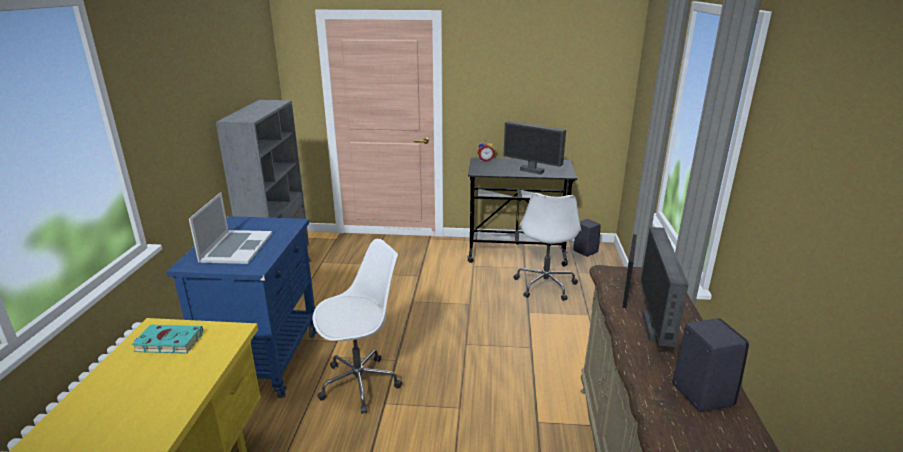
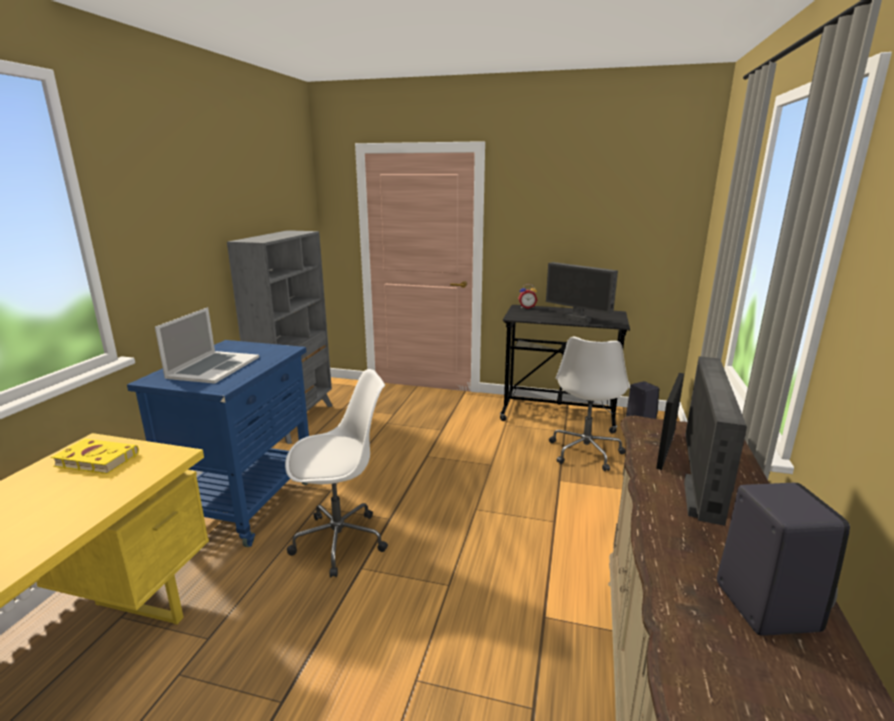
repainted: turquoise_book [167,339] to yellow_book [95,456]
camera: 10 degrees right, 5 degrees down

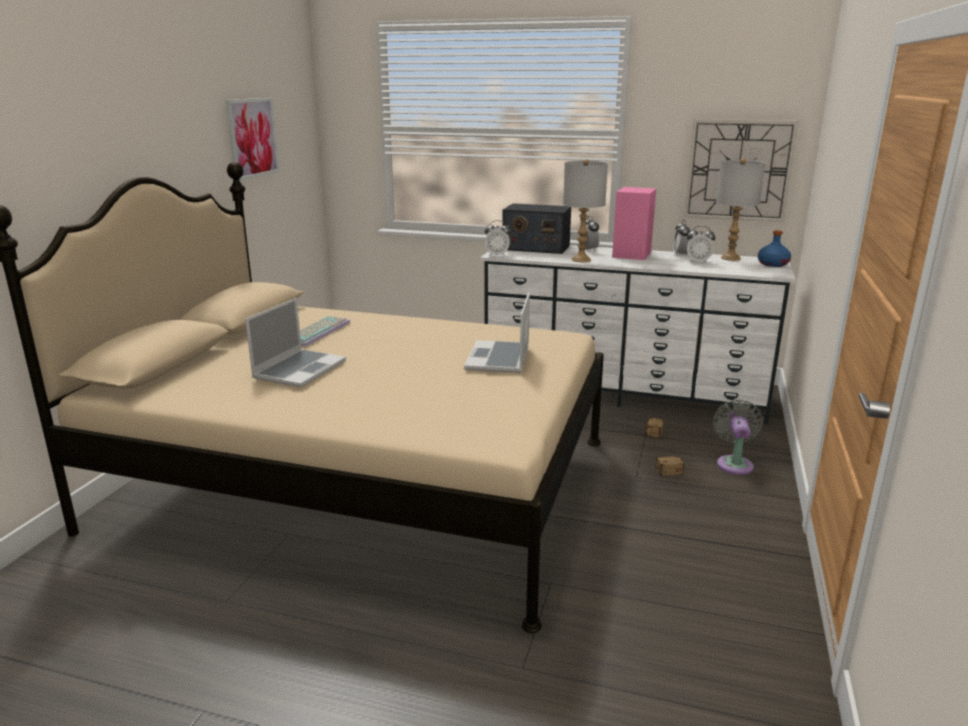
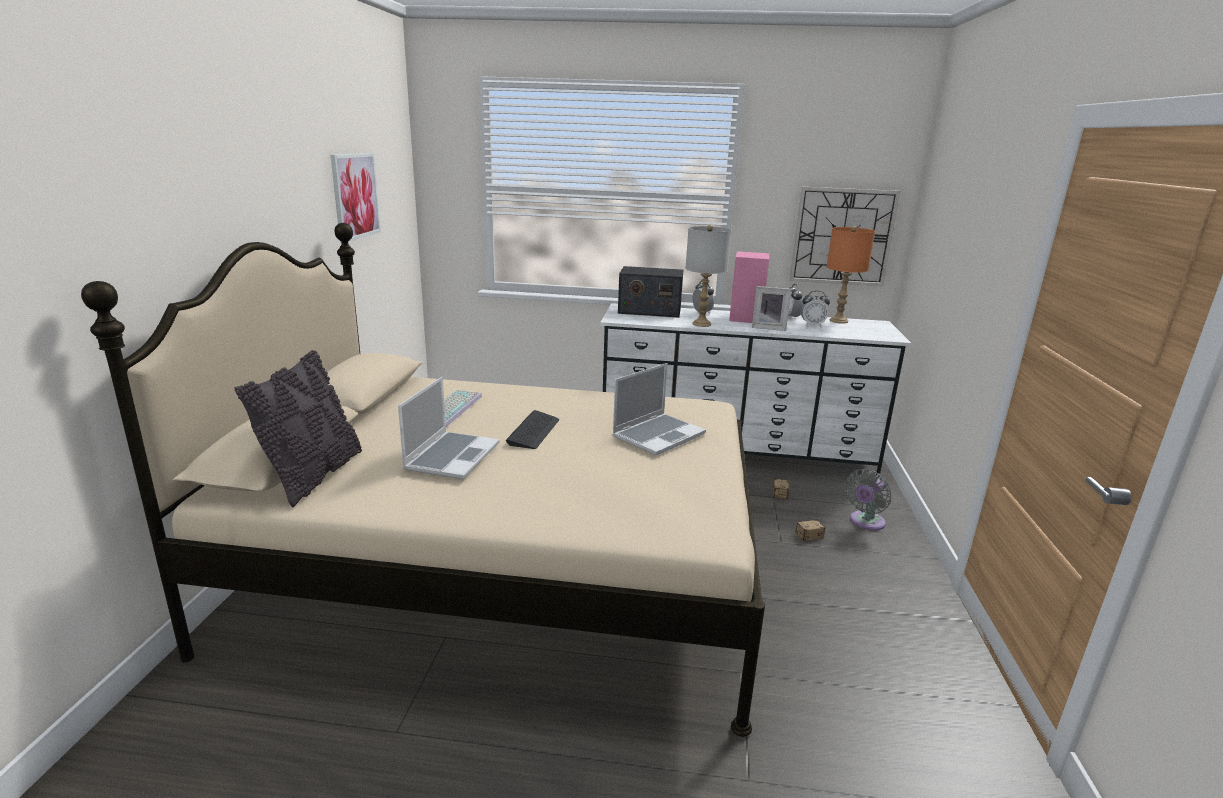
gone: alarm_clock [497,238]; blue_bottle [774,248]
new: black_pillow [298,429]; keyboard [532,429]; picture_frame [771,308]
repainted: grey_table_lamp [740,209] to orange_table_lamp [851,275]
rotated: laptop [497,332] = [659,409] 135 degrees counterclockwise; grey_fan [738,437] = [868,500] 135 degrees counterclockwise
camera: 10 degrees left, 0 degrees up

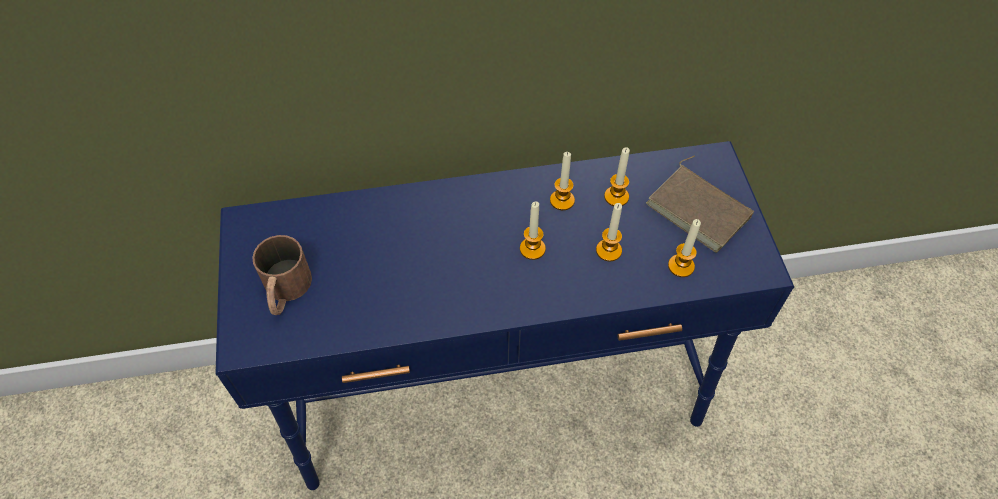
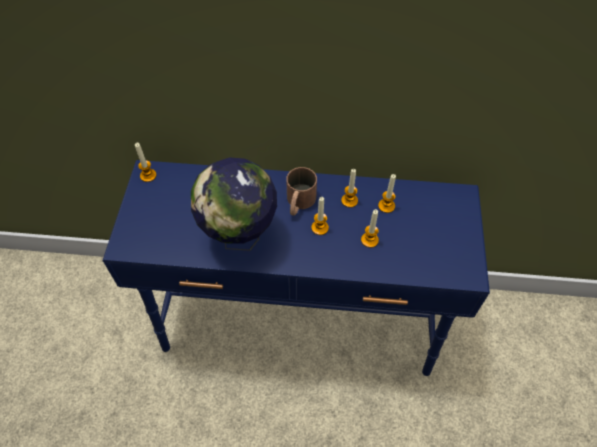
gone: brown_book [700,204]
new: globe [234,204]
shifted: brown_mug [282,275] to [301,191]; candle [684,248] to [146,162]
camera: 15 degrees right, 0 degrees up

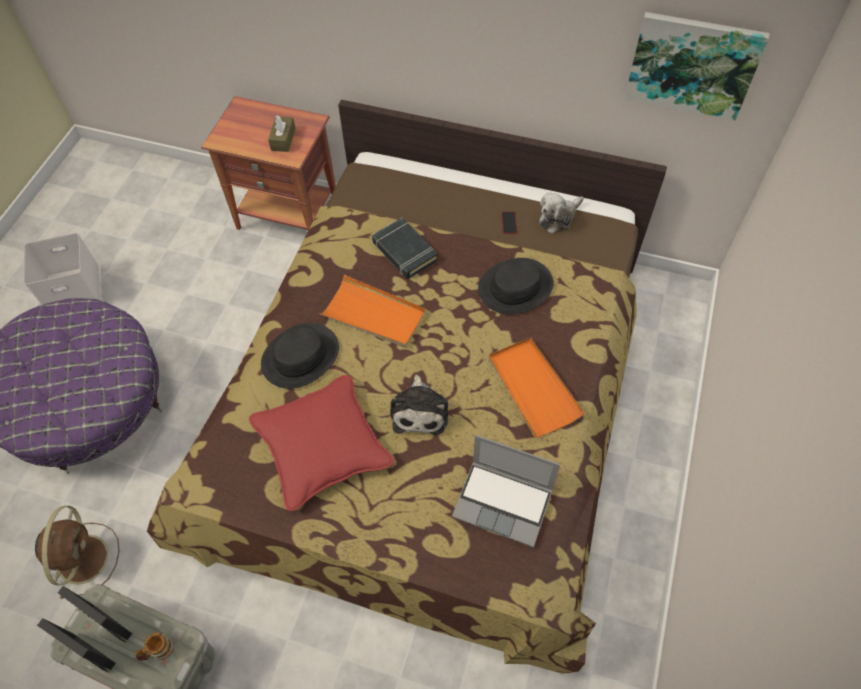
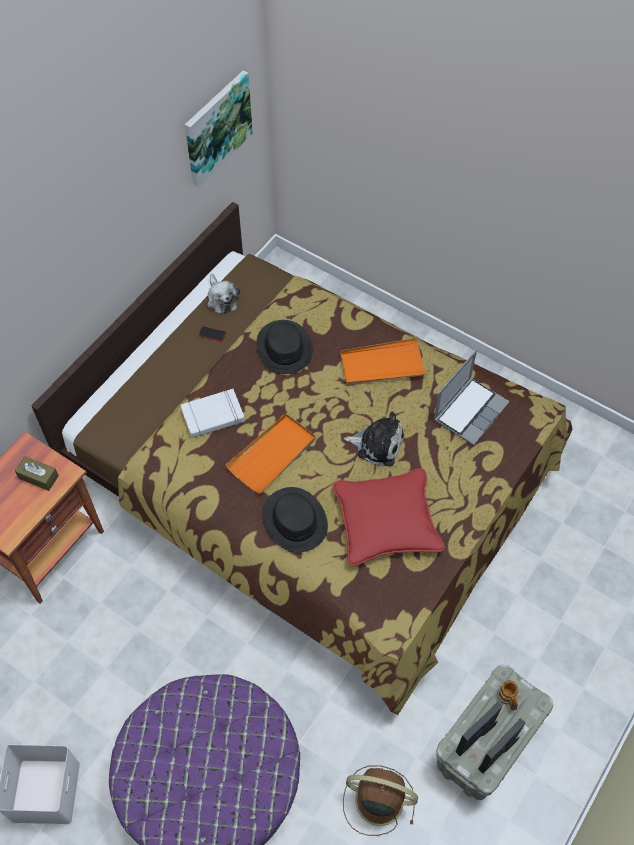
repainted: black_book [405,248] to white_book [213,413]
camera: 75 degrees left, 0 degrees up

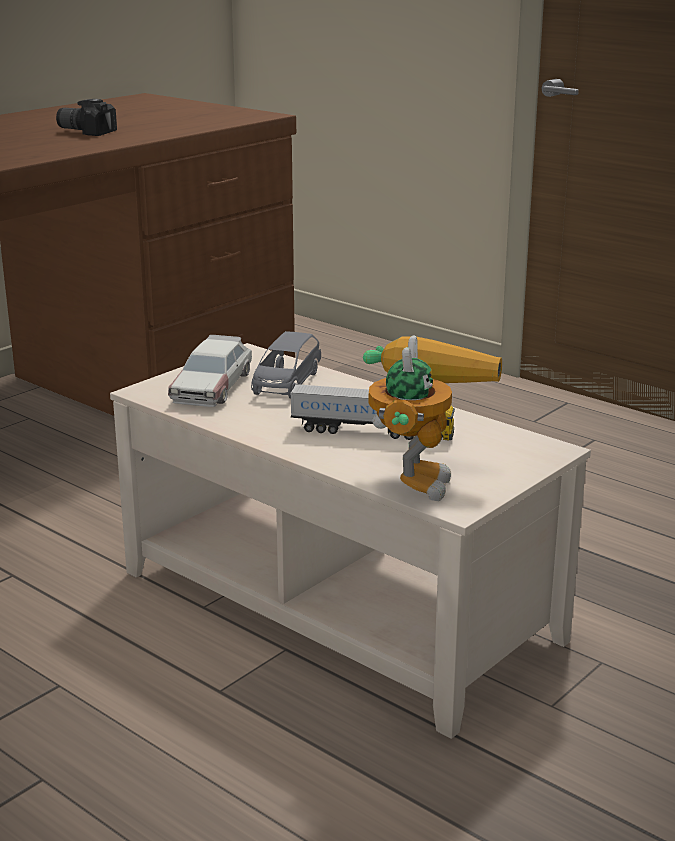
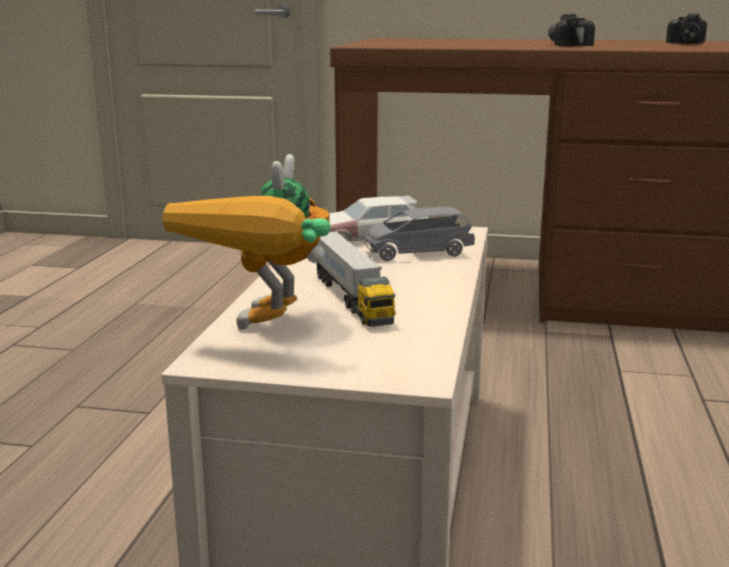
new: photo_camera [686,28]
rotated: toy_robot [432,418] = [246,242] 120 degrees clockwise
camera: 60 degrees right, 5 degrees down

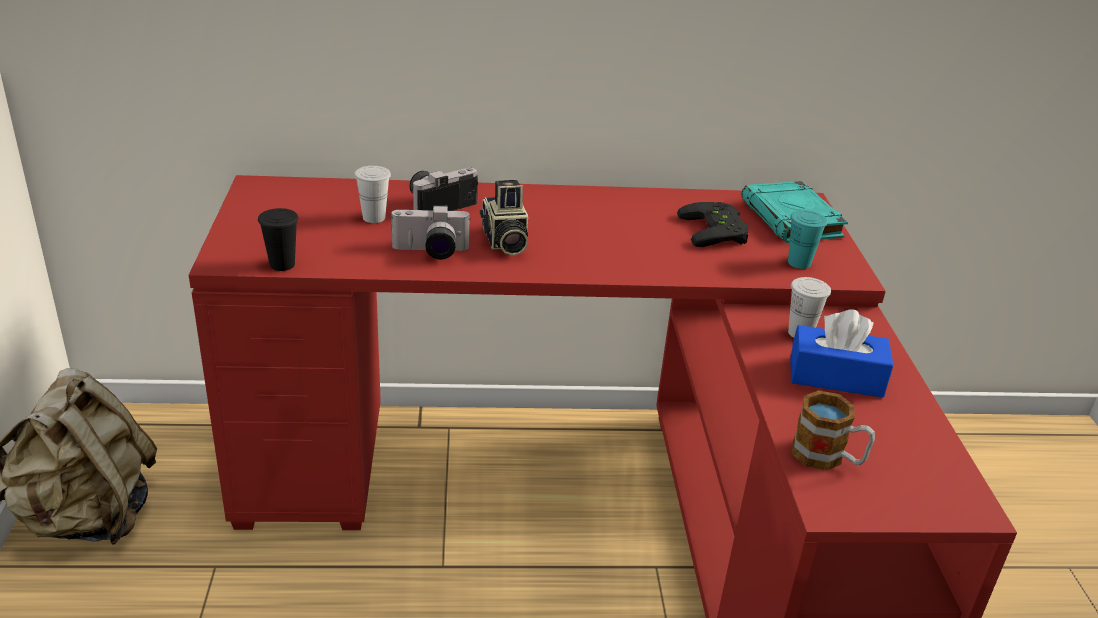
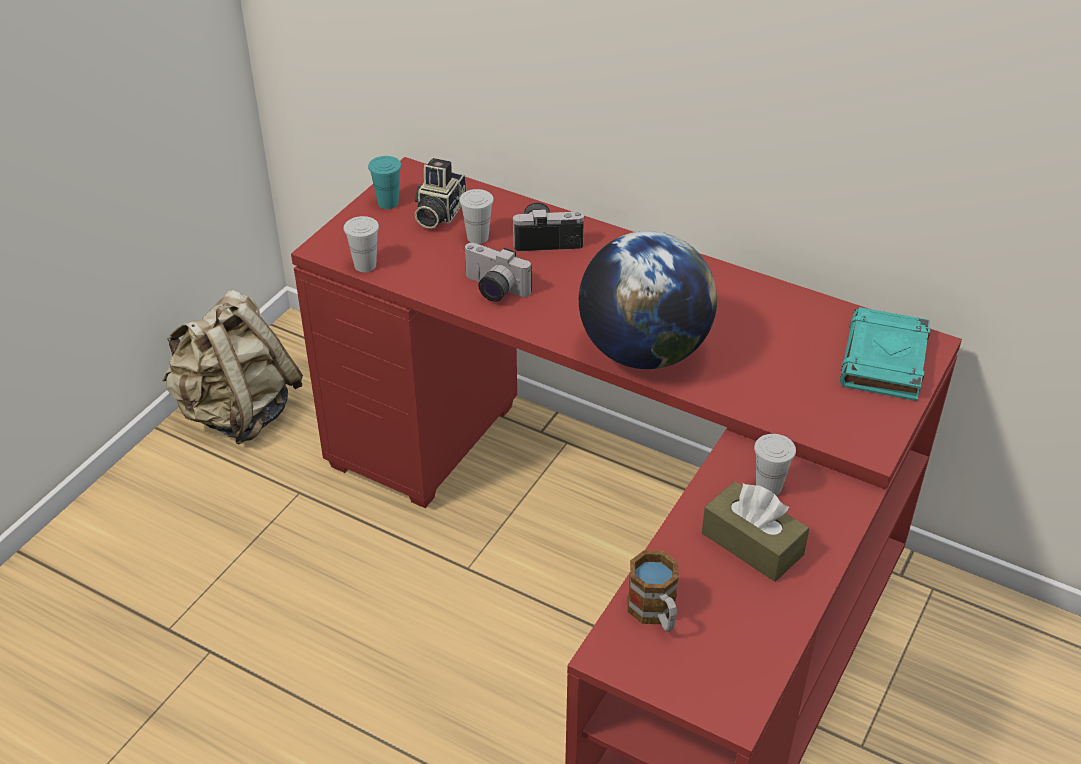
gone: black_game_controller [712,224]
new: globe [648,300]
shifted: photo_camera [504,218] to [440,193]; turquoise_cup [808,239] to [385,182]
repainted: black_cup [278,239] to white_cup [361,244]; blue_tissue_box [841,354] to brown_tissue_box [755,531]
camera: 35 degrees right, 10 degrees up

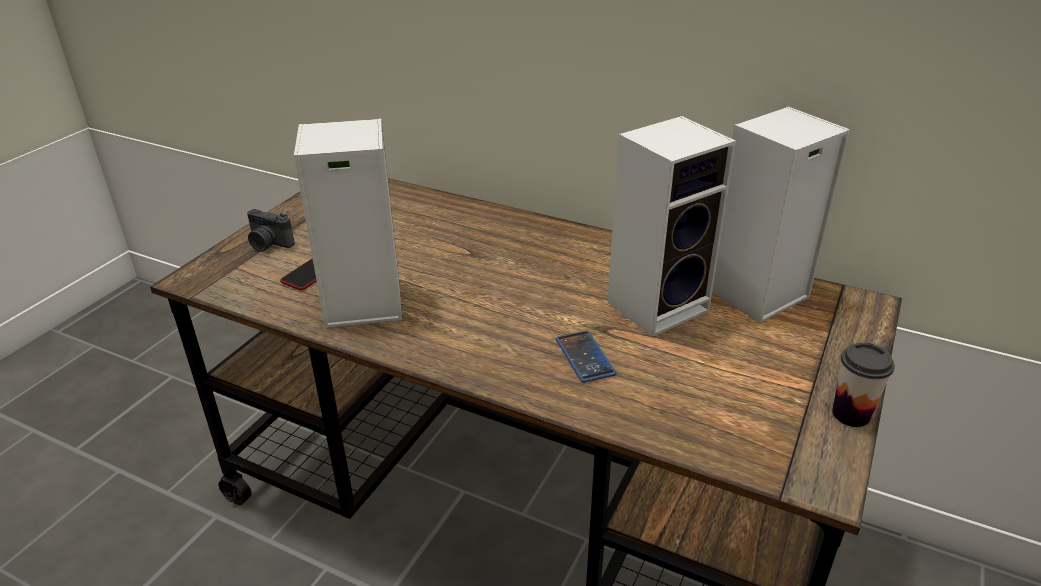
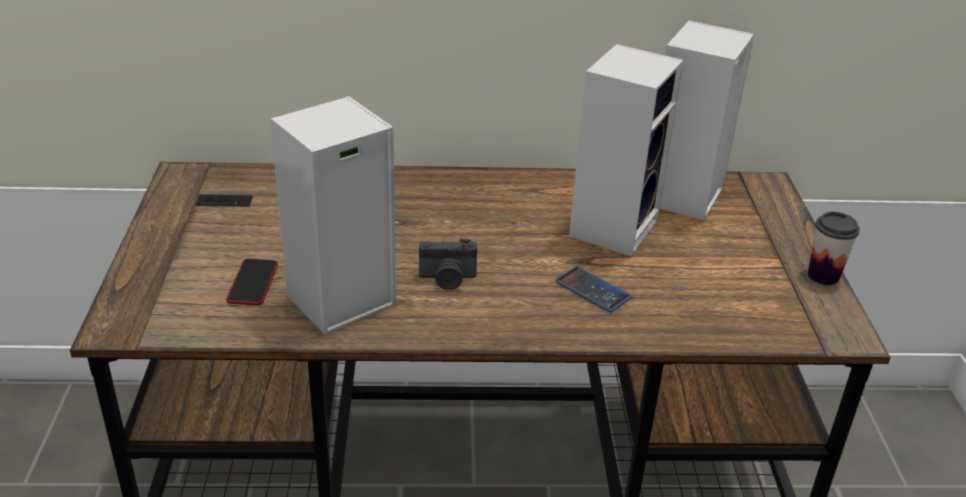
shifted: photo_camera [271,230] to [448,264]
camera: 30 degrees left, 0 degrees up

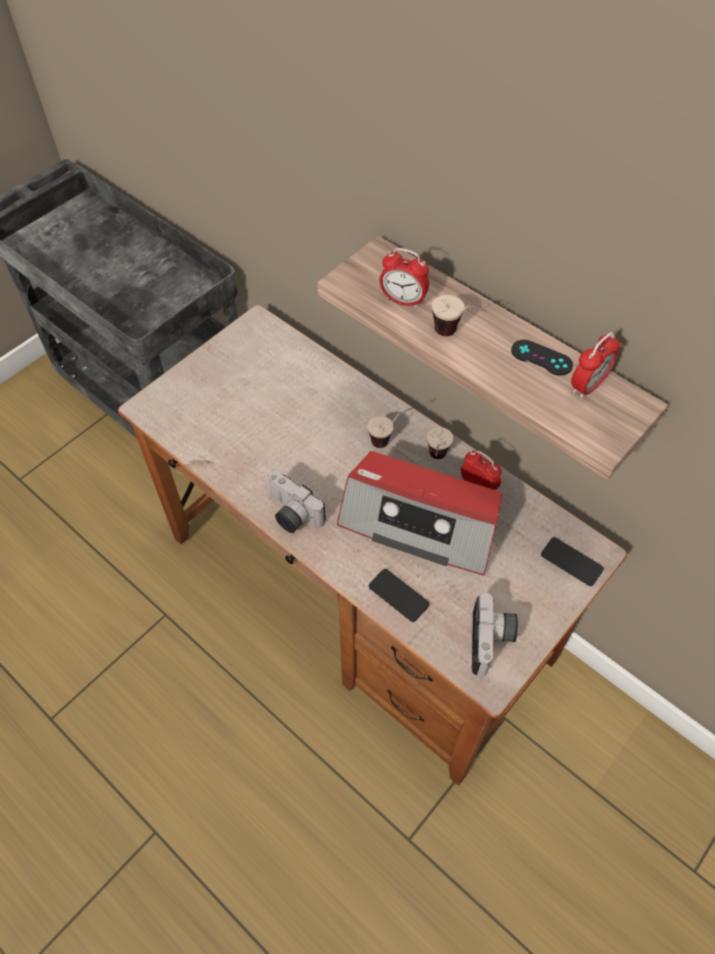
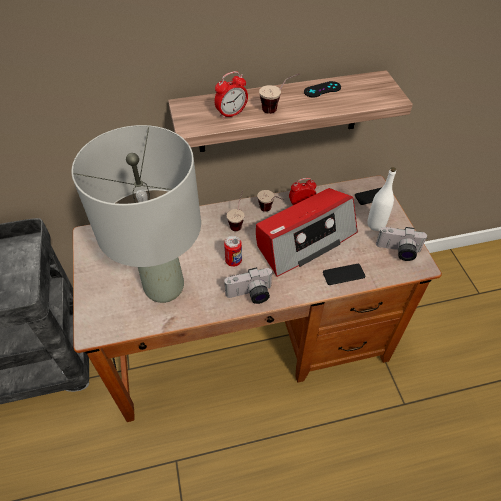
gone: alarm_clock [596,365]
new: grey_table_lamp [136,214]; can [233,251]; white_bottle [381,199]
rotated: photo_camera [495,634] = [402,244] 150 degrees clockwise
camera: 55 degrees left, 5 degrees down

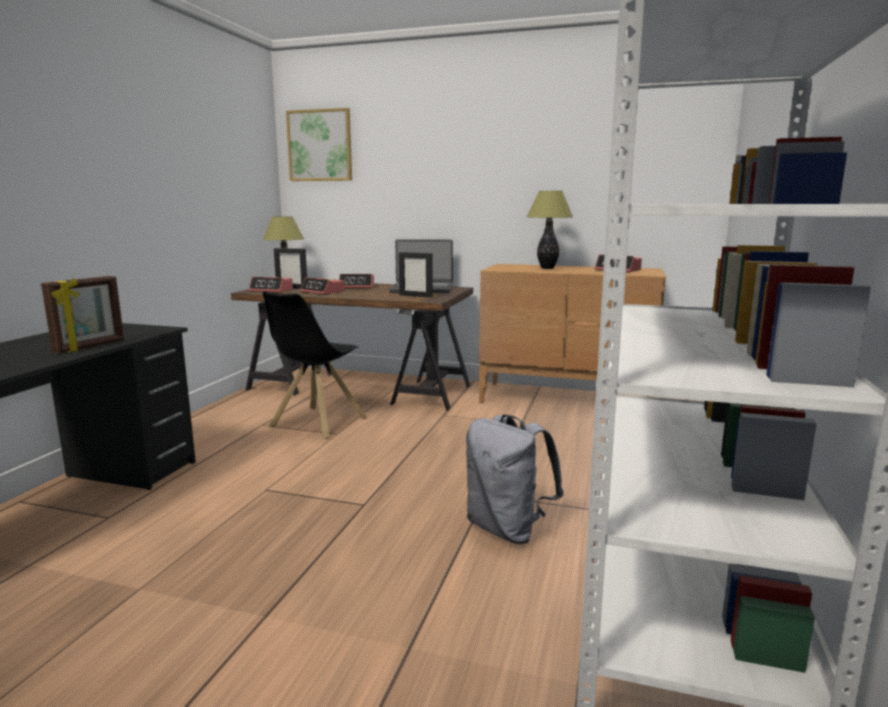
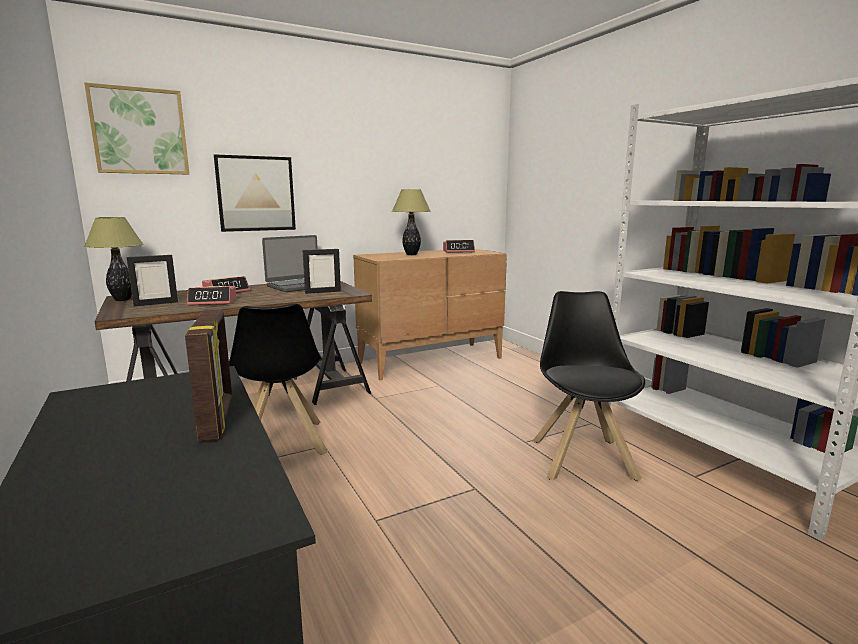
gone: alarm_clock [271,285]
new: picture [255,193]
swapped: grey_backpack [515,479] to black_chair [589,386]
camera: 45 degrees left, 0 degrees up

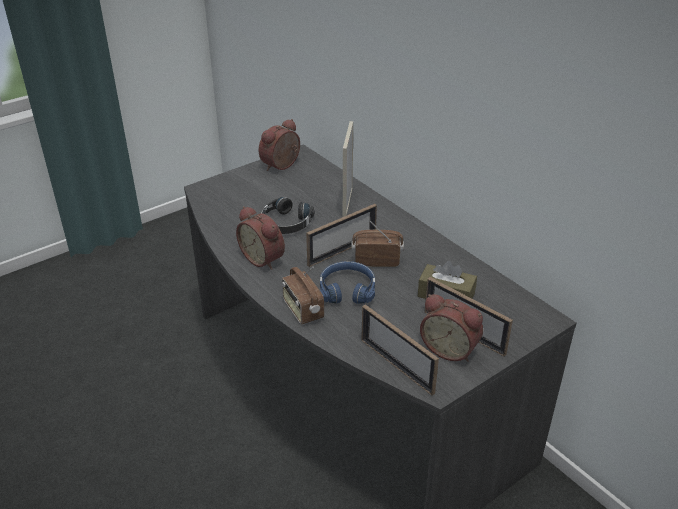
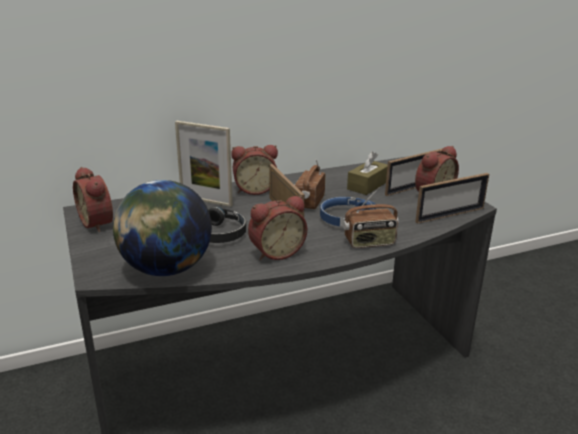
new: globe [162,228]; alarm_clock [254,170]
camera: 75 degrees left, 10 degrees down

